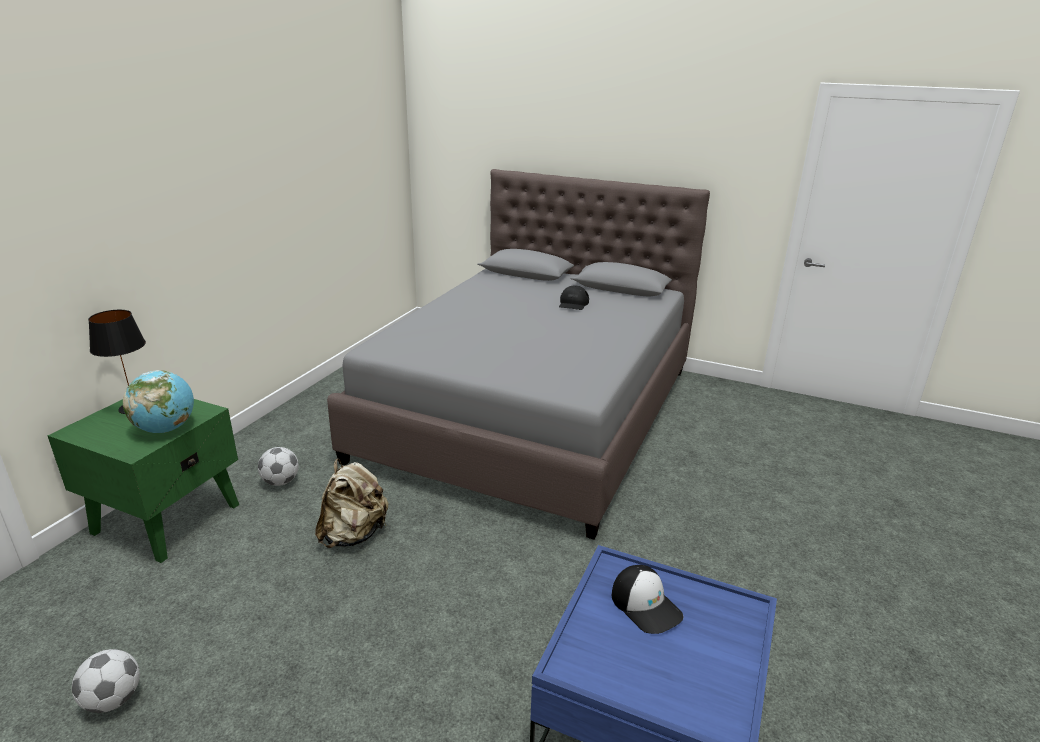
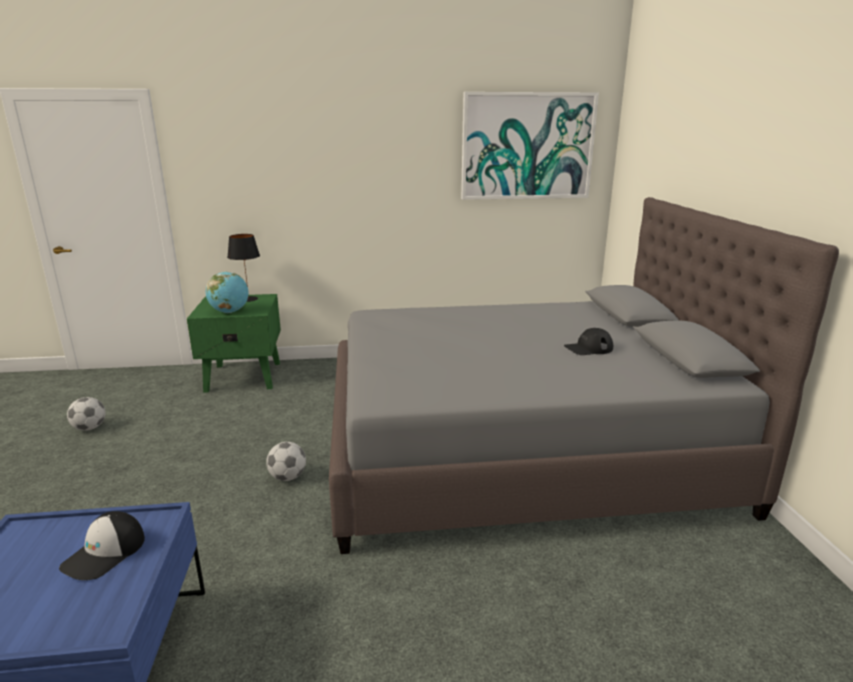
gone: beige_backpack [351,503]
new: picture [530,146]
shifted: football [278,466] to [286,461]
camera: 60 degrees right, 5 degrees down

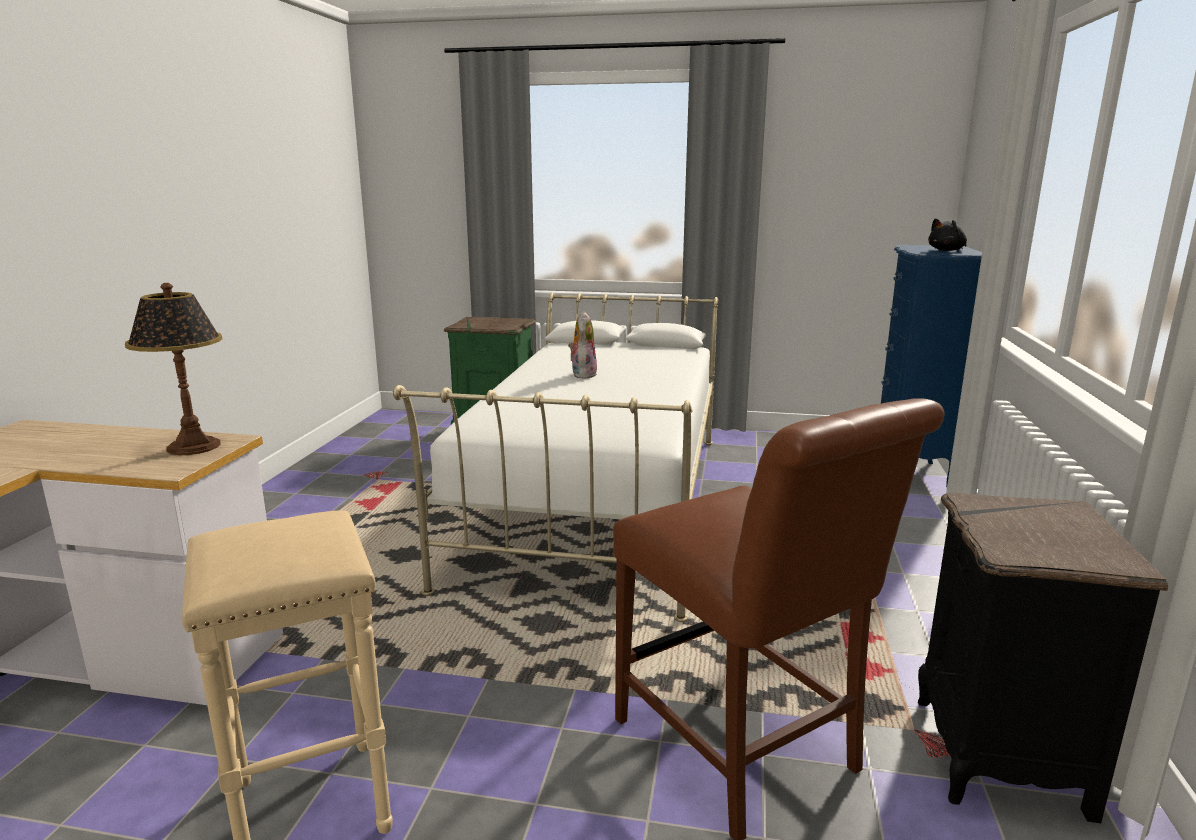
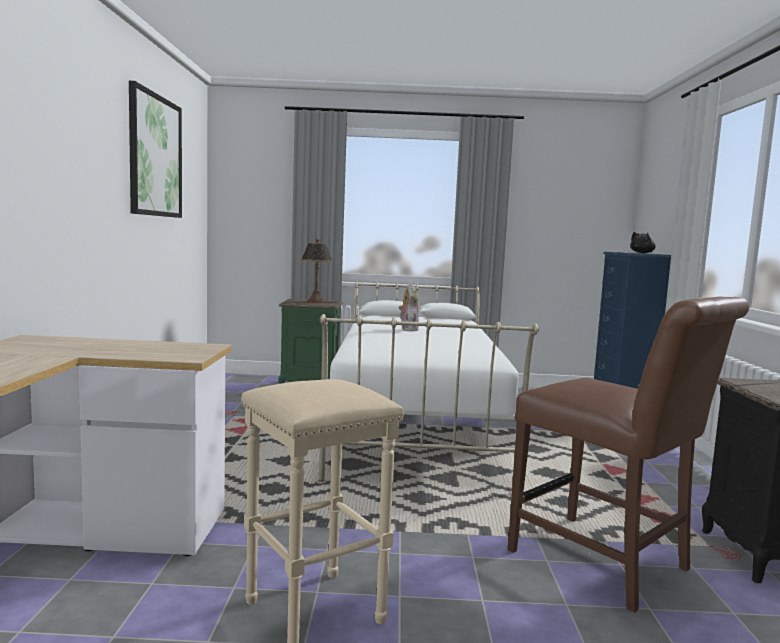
new: picture [155,149]
shifted: table_lamp [173,369] to [316,271]
camera: 10 degrees left, 10 degrees down

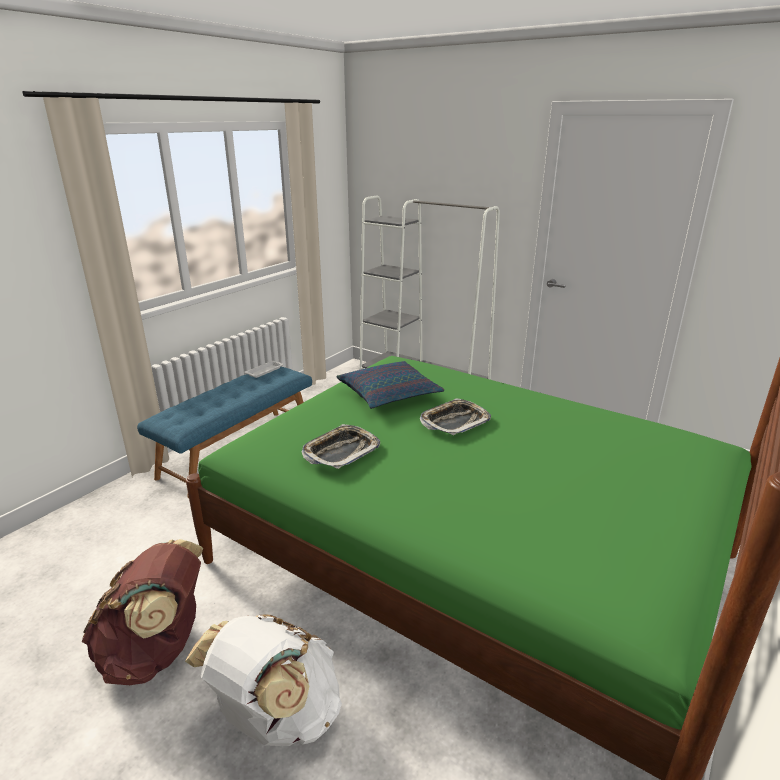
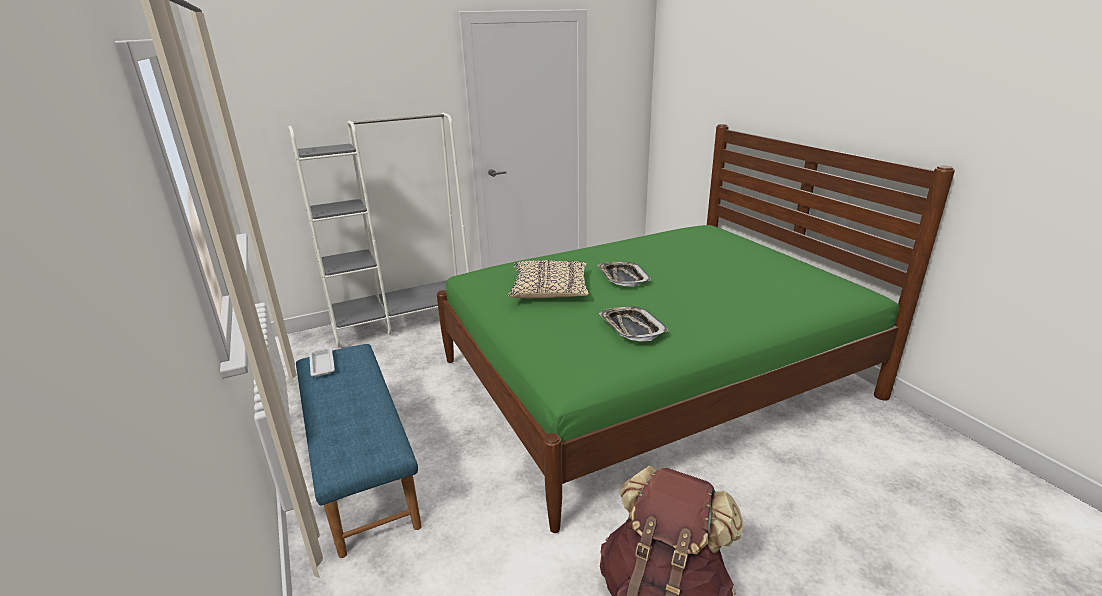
gone: white_backpack [263,680]
repainted: blue_pillow [390,385] to beige_pillow [548,279]
camera: 60 degrees left, 0 degrees up

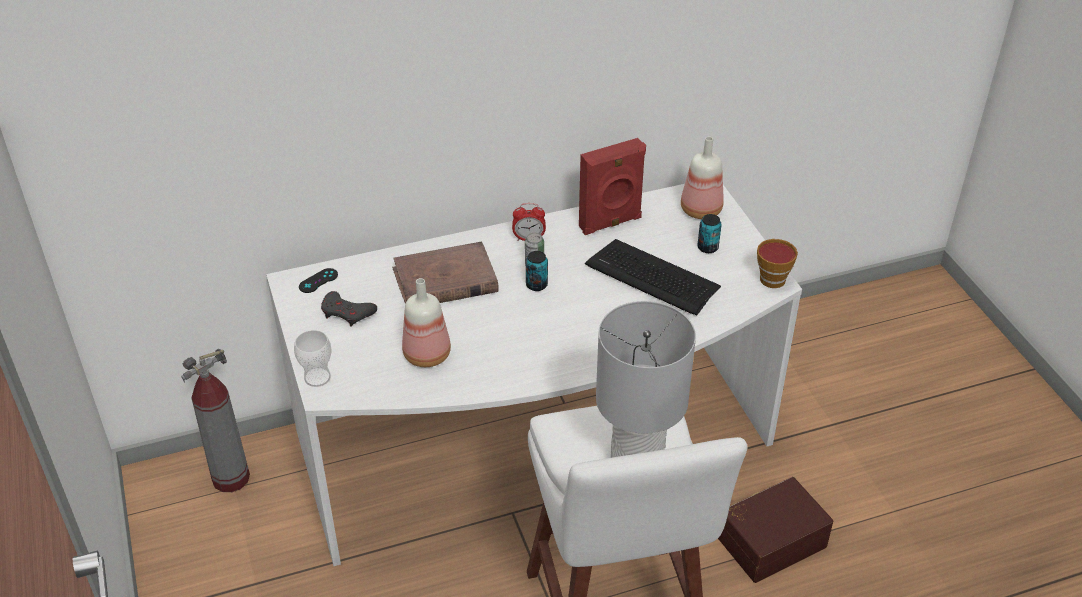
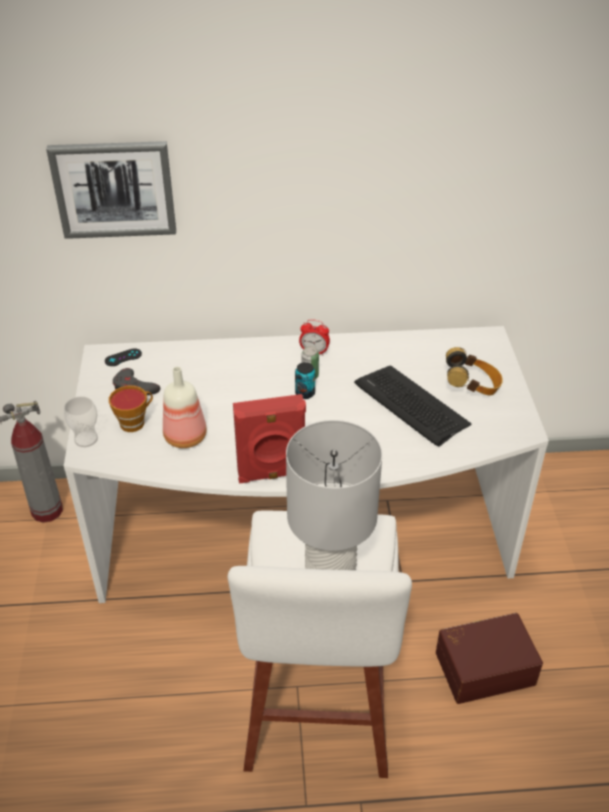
gone: brown_book [445,272]; bottle [702,178]
new: picture [111,190]
shifted: red_speaker [612,186] to [269,438]; cup [777,263] to [131,408]
swapped: can [710,233] to headphones [474,371]
camera: 15 degrees right, 0 degrees up

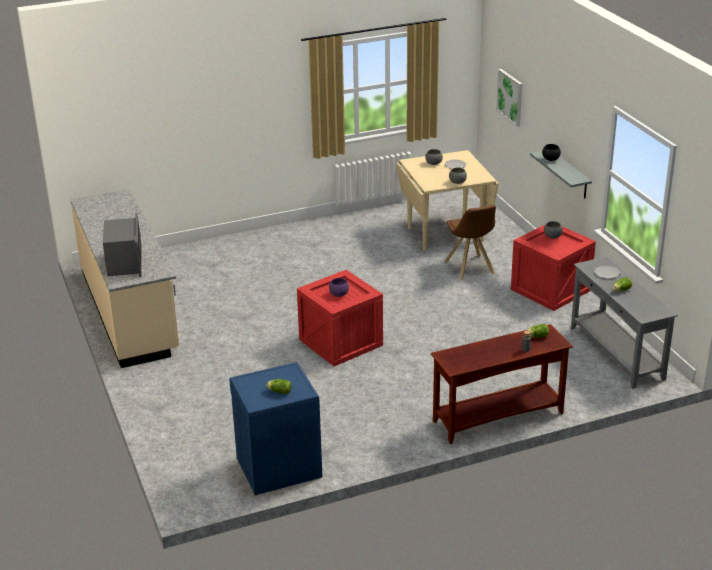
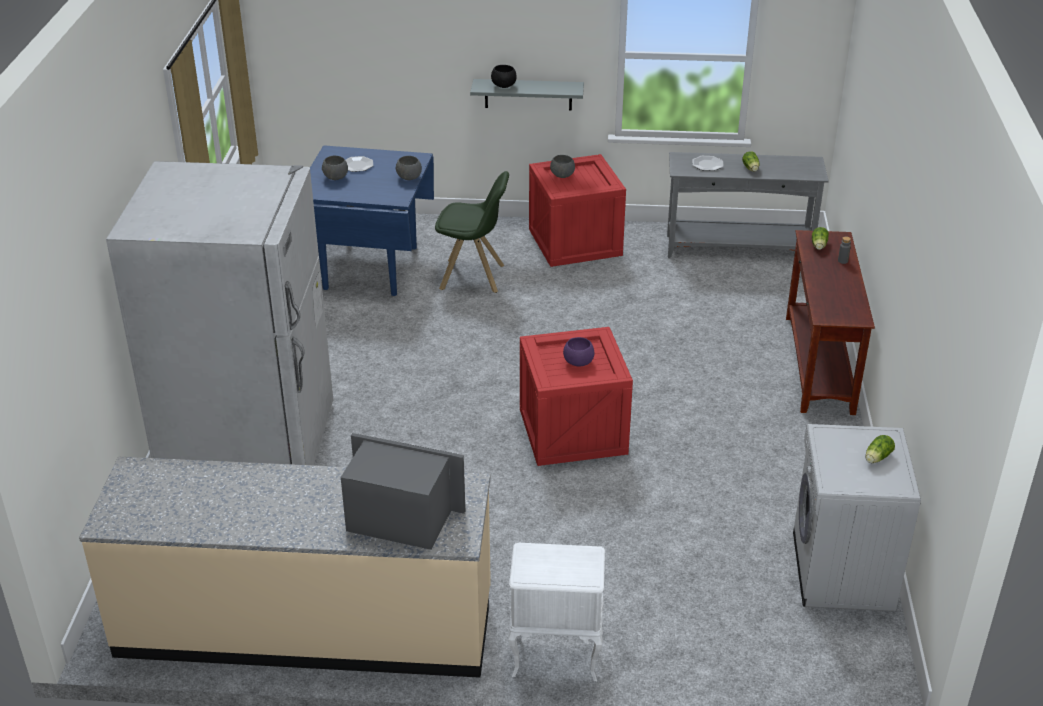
gone: picture [509,98]
new: white_fridge [219,313]; white_nightstand [556,612]
repainted: blue_washing_machine [276,428] to white_washing_machine [857,517]; beige_dining_table [448,200] to blue_dining_table [372,220]; brown_chair [470,242] to green_chair [472,232]
camera: 65 degrees left, 5 degrees up

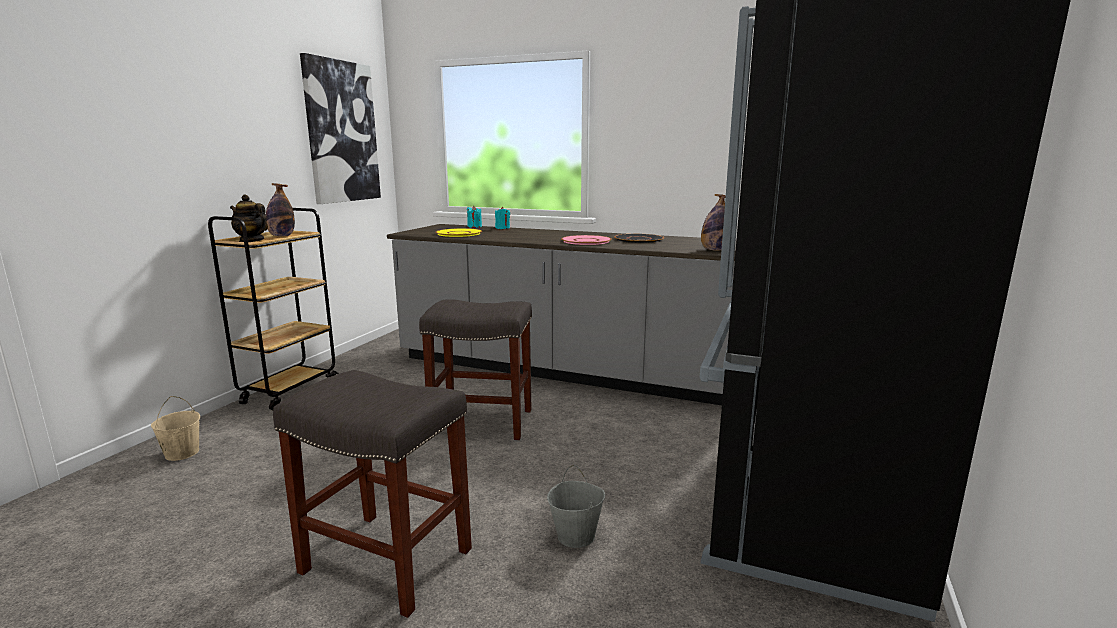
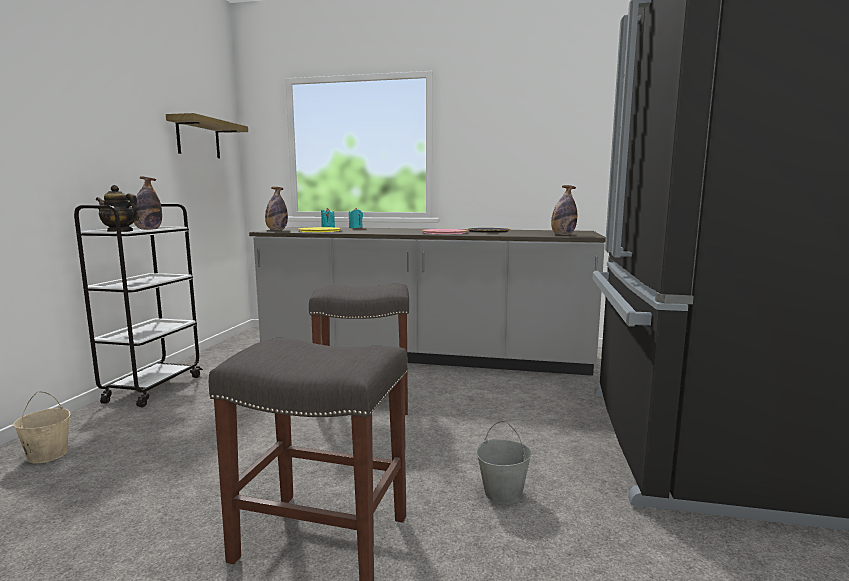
new: bottle [276,208]
swapped: picture [340,128] to shelf [207,135]
repainted: brown_cart [273,309] to white_cart [138,306]
camera: 10 degrees left, 5 degrees down

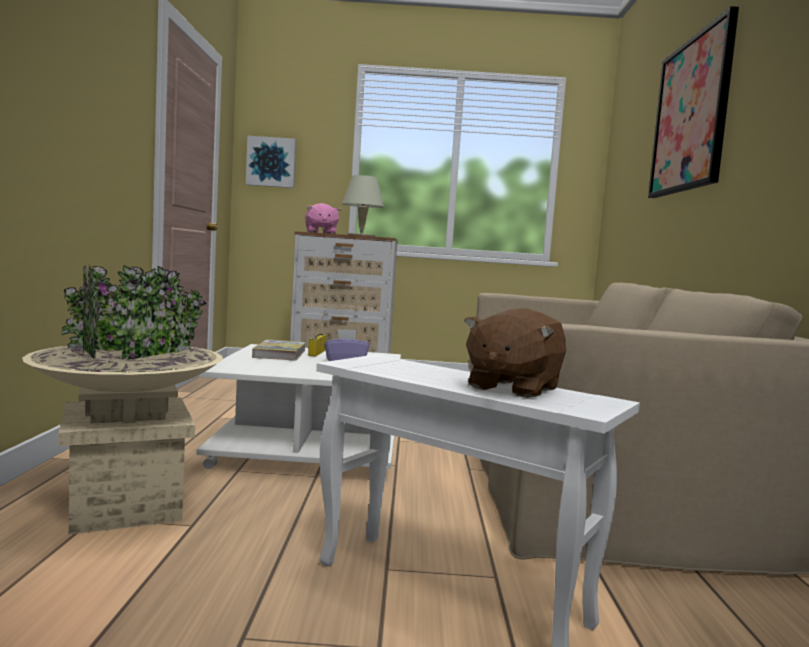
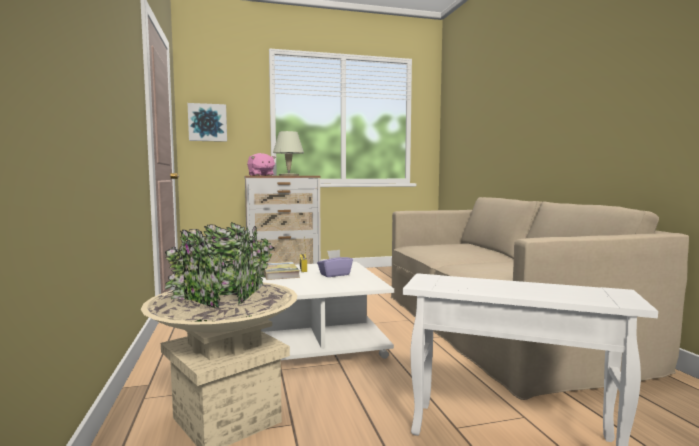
gone: brown_plush_toy [515,353]; picture [693,102]
camera: 15 degrees left, 0 degrees up

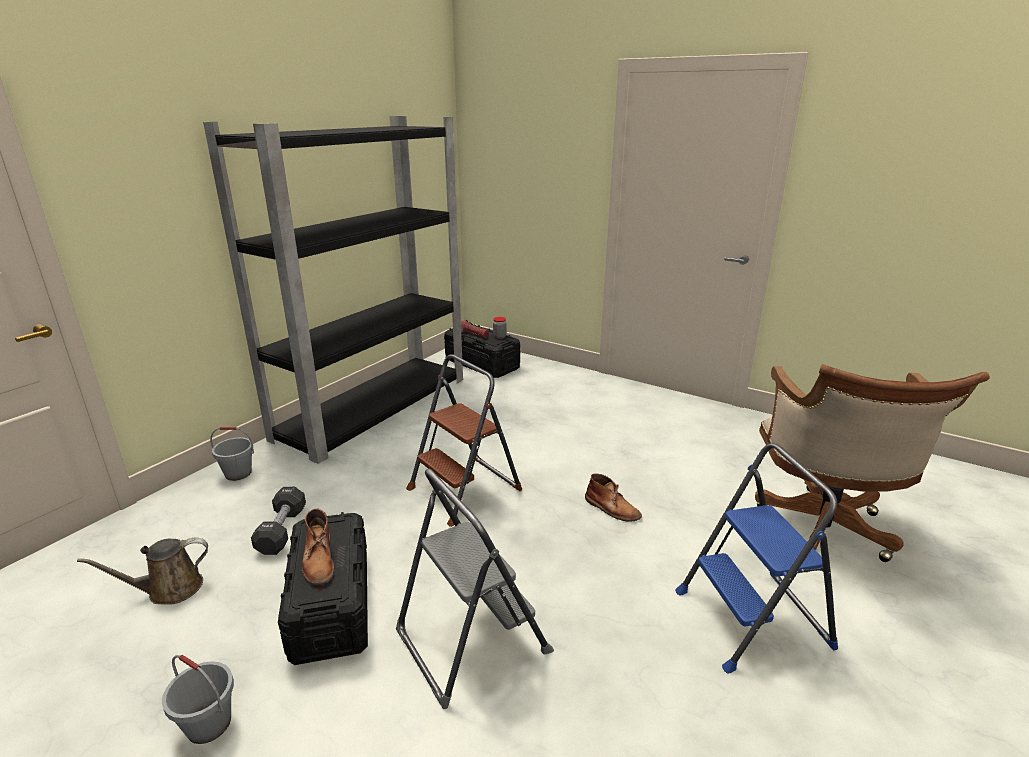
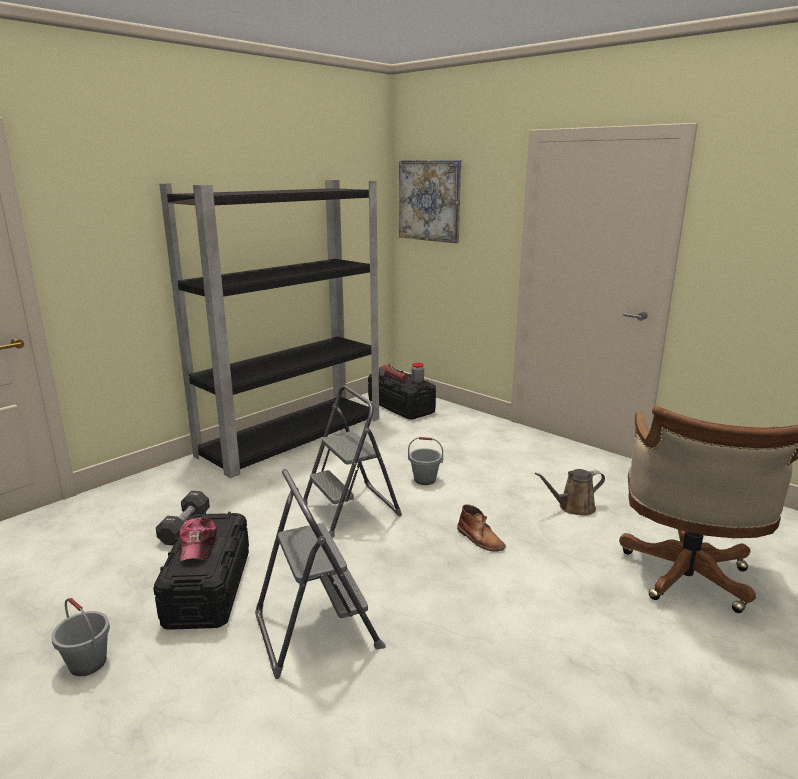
gone: blue_step_ladder [756,558]
new: picture [430,201]
shifted: brown_watering_can [142,571] to [570,492]; grey_bucket [232,454] to [425,461]
swapped: brown_boot [318,547] to cap [198,539]
repainted: brown_step_ladder [464,440] to grey_step_ladder [352,462]
camera: 10 degrees right, 5 degrees down

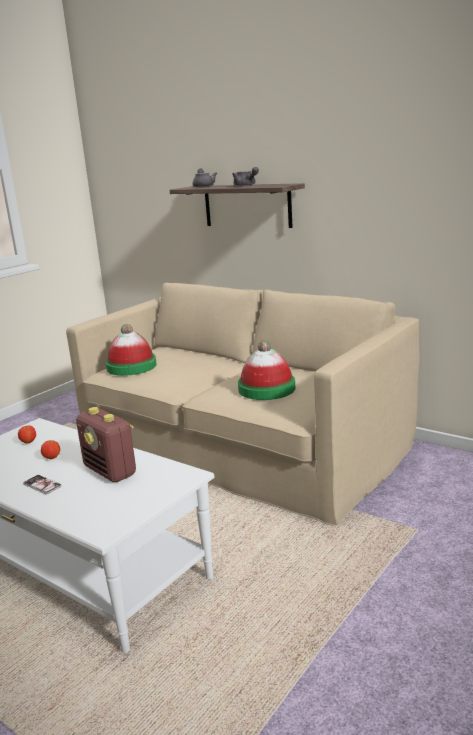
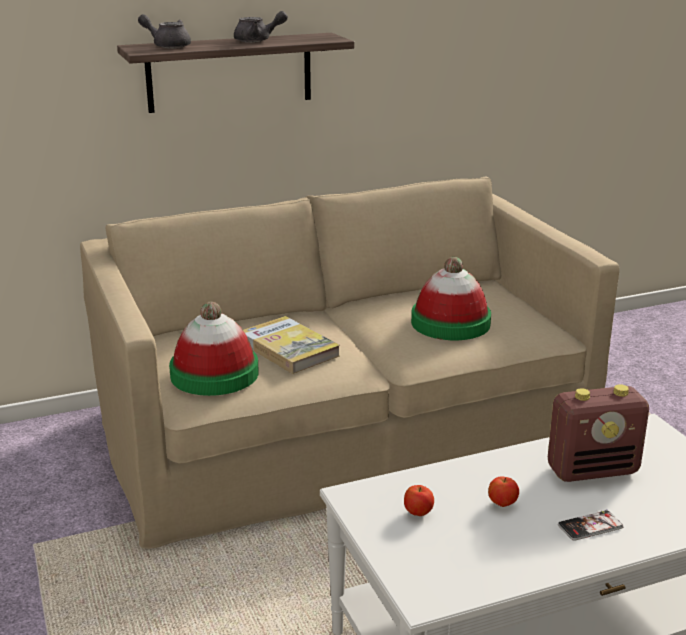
new: book [291,345]
camera: 60 degrees left, 5 degrees up

